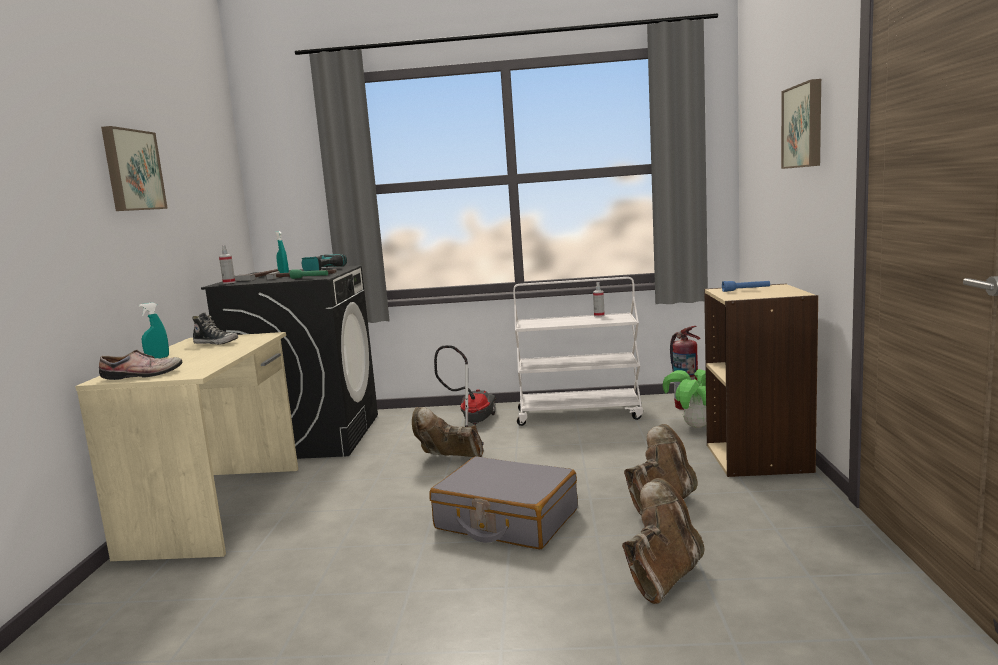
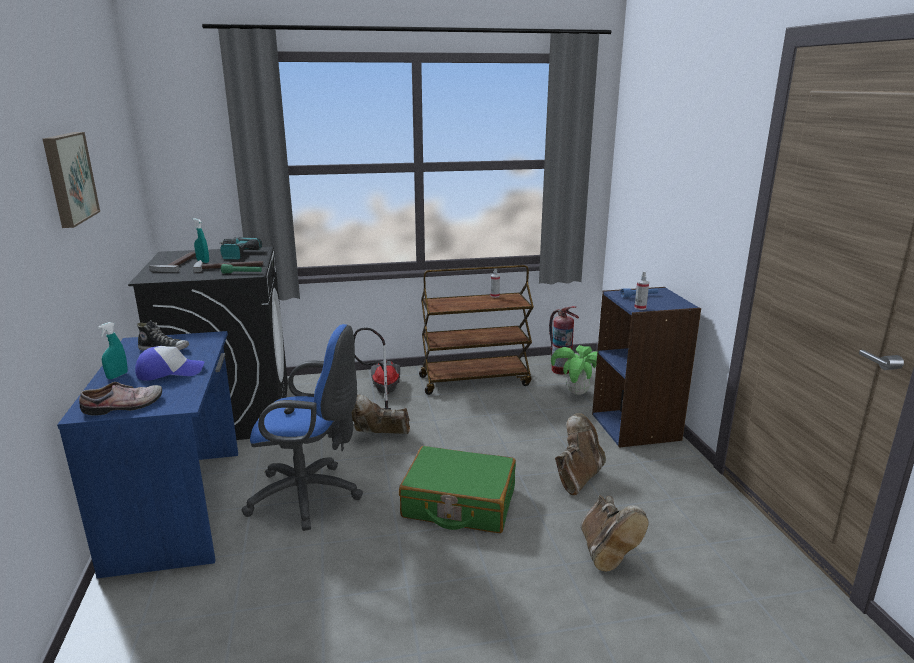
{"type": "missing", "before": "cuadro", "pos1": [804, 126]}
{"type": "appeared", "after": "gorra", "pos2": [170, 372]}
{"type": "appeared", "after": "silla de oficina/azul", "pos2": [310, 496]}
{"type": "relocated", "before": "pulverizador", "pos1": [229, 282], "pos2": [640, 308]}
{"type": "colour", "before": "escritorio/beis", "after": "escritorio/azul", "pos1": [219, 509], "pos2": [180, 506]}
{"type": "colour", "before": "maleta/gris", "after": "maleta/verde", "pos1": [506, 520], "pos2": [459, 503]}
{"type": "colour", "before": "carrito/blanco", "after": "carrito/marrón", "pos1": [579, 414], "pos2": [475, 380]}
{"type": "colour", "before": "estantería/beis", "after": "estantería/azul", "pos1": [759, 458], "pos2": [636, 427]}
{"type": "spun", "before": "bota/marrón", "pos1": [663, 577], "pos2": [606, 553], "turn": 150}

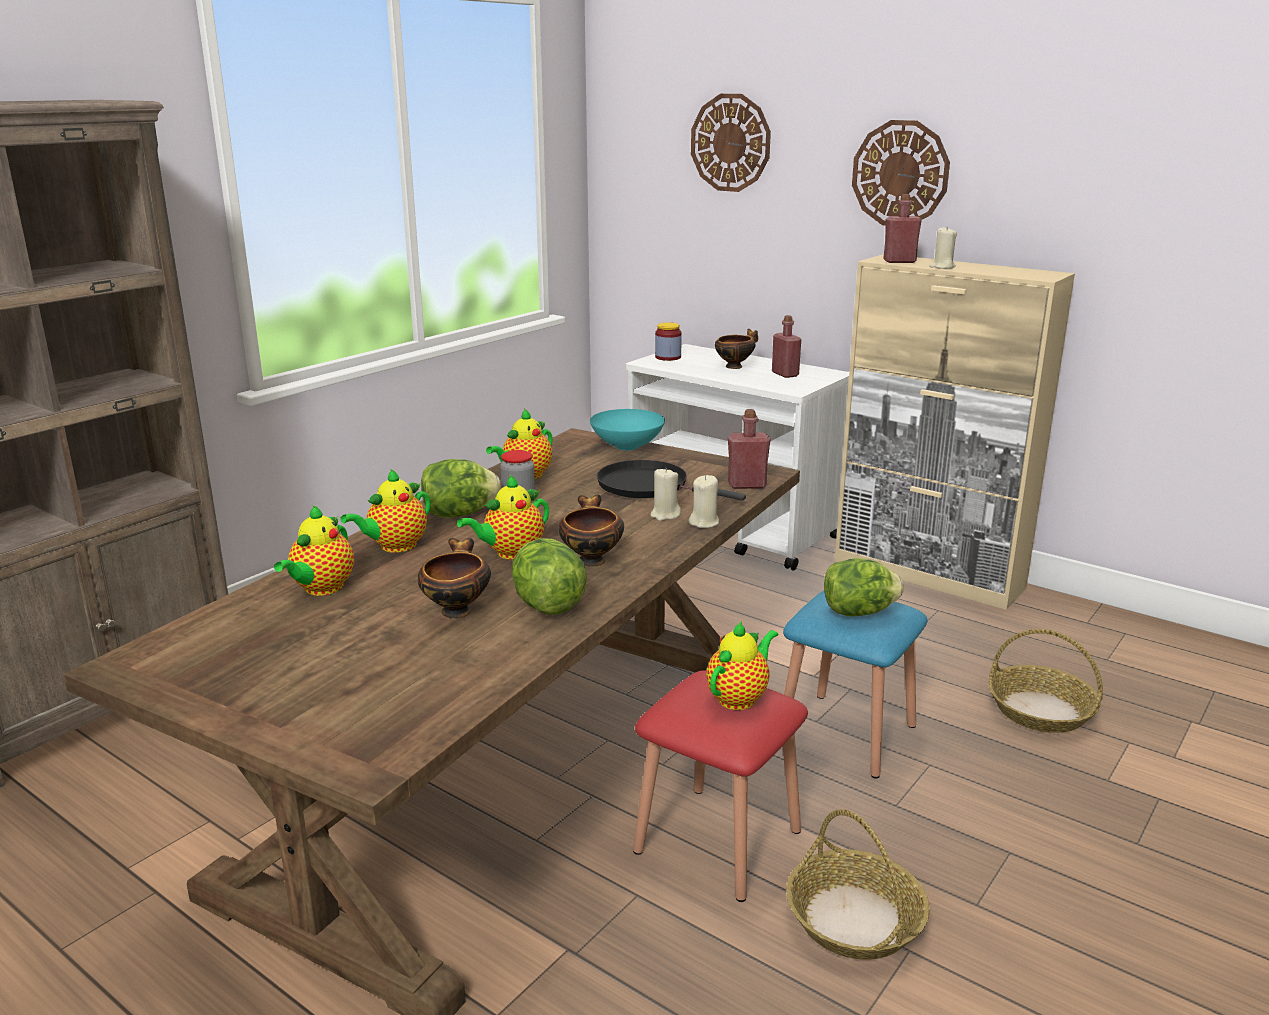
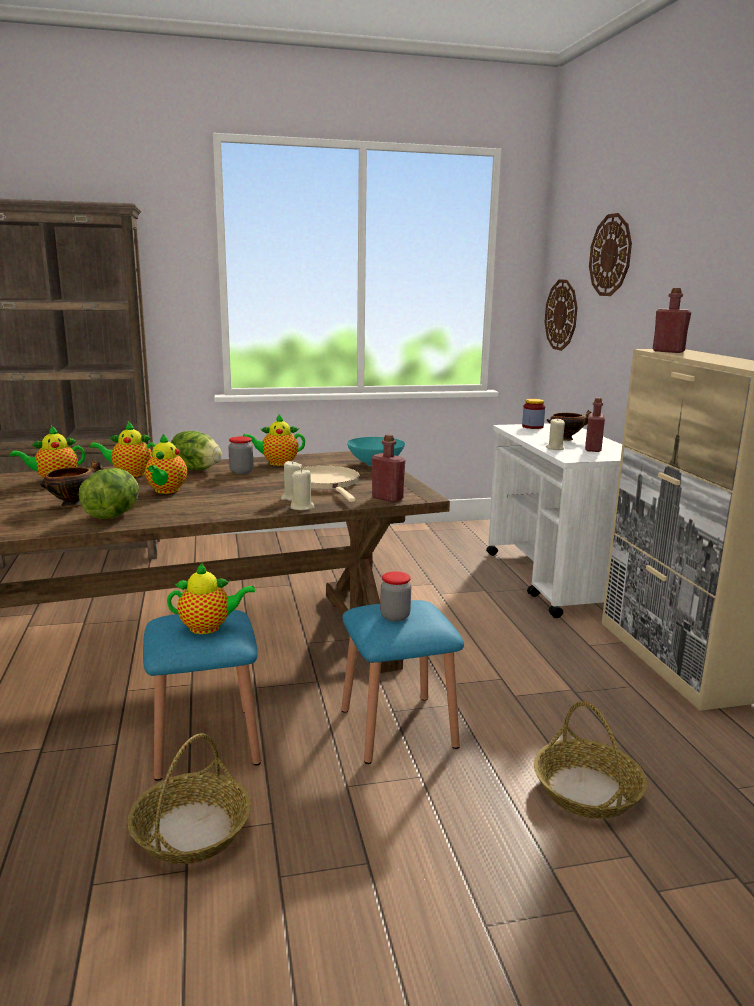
{"type": "missing", "before": "cuenco", "pos1": [591, 559]}
{"type": "relocated", "before": "reloj de pared", "pos1": [900, 174], "pos2": [561, 315]}
{"type": "relocated", "before": "vela/beis", "pos1": [942, 267], "pos2": [554, 448]}
{"type": "exchanged", "before": "lechuga", "after": "tarro", "pos1": [858, 612], "pos2": [395, 616]}
{"type": "colour", "before": "sartén/negro", "after": "sartén/beis", "pos1": [648, 486], "pos2": [327, 483]}
{"type": "colour", "before": "taburete/rojo", "after": "taburete/azul", "pos1": [718, 841], "pos2": [205, 742]}
{"type": "spun", "before": "tetera", "pos1": [510, 553], "pos2": [166, 491], "turn": -90}

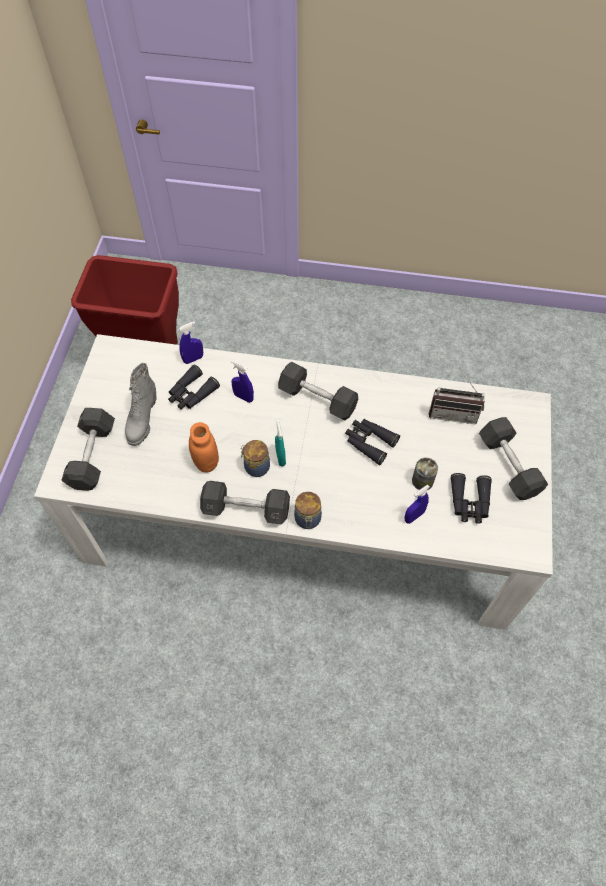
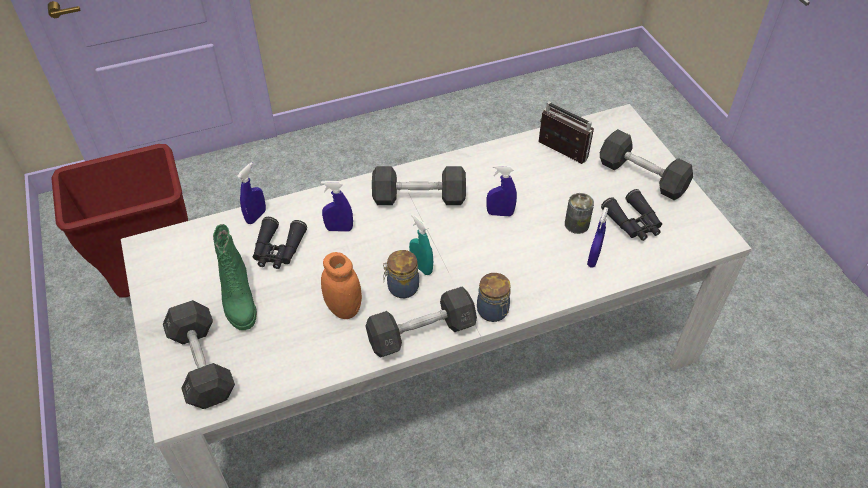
{"type": "exchanged", "before": "prismáticos/negro", "after": "pulverizador/azul", "pos1": [369, 442], "pos2": [500, 213]}
{"type": "colour", "before": "bota/gris", "after": "bota/verde", "pos1": [142, 420], "pos2": [238, 300]}
{"type": "spun", "before": "radio", "pos1": [453, 412], "pos2": [558, 154], "turn": -120}

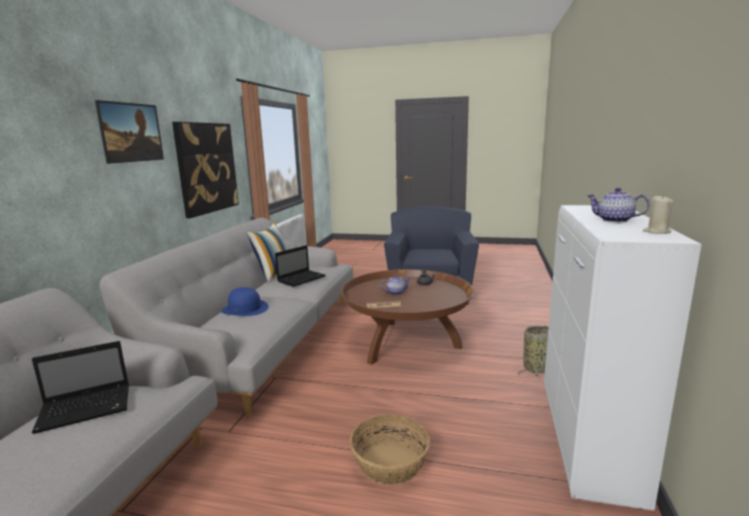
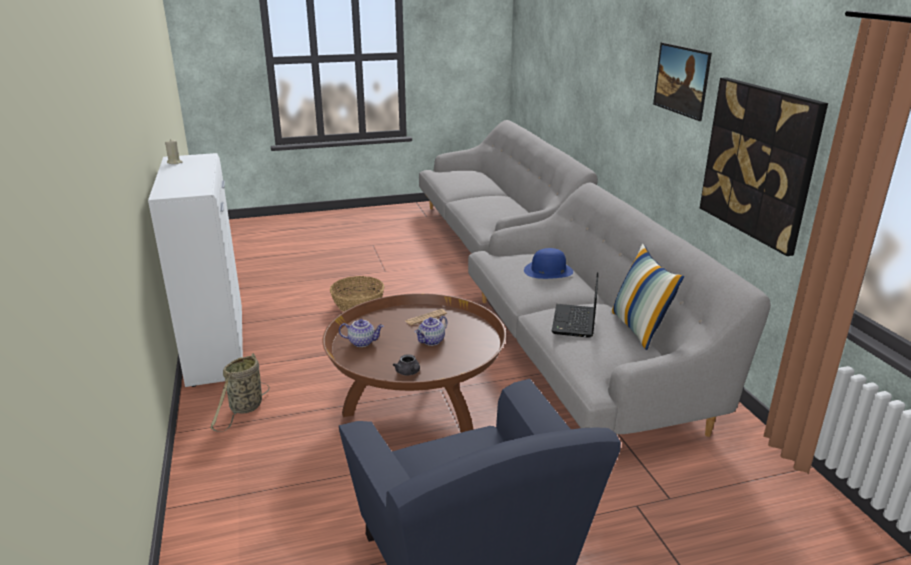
{"type": "missing", "before": "portátil", "pos1": [87, 408]}
{"type": "relocated", "before": "tetera", "pos1": [614, 220], "pos2": [362, 342]}

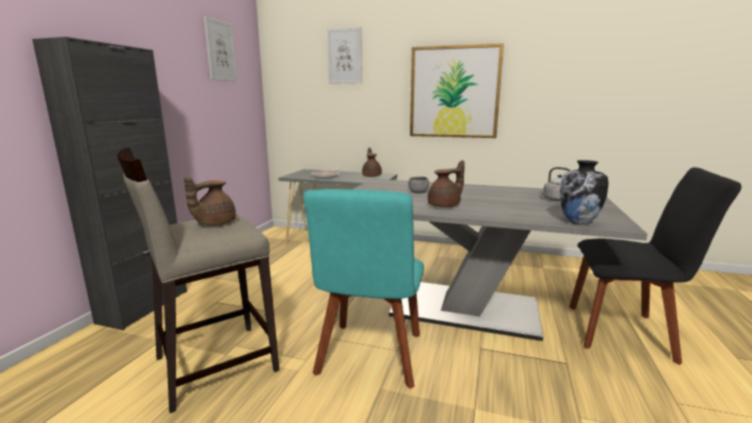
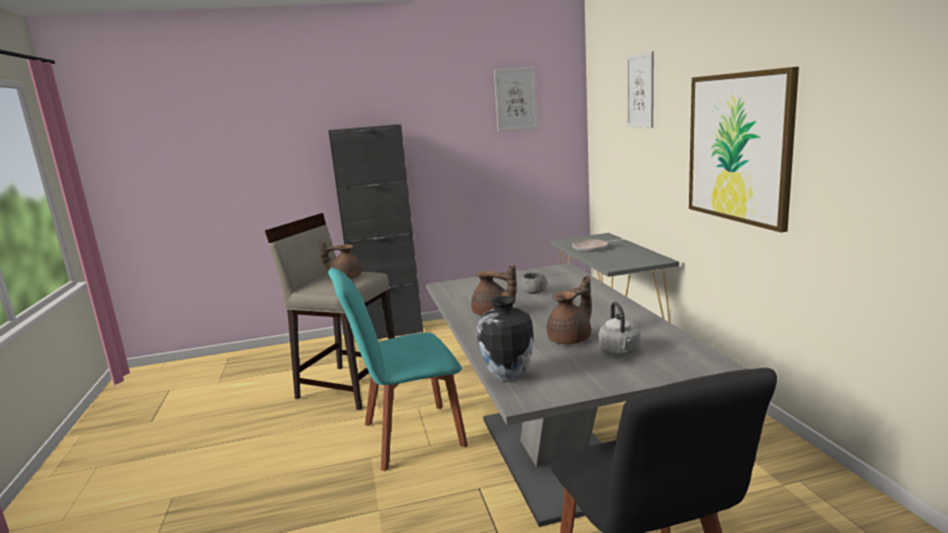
{"type": "relocated", "before": "tetera/marrón", "pos1": [372, 176], "pos2": [571, 339]}

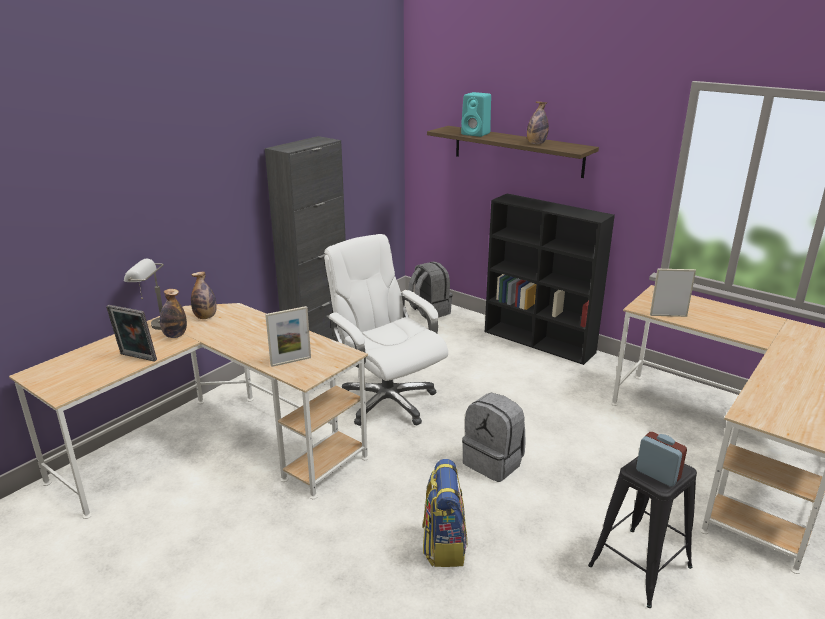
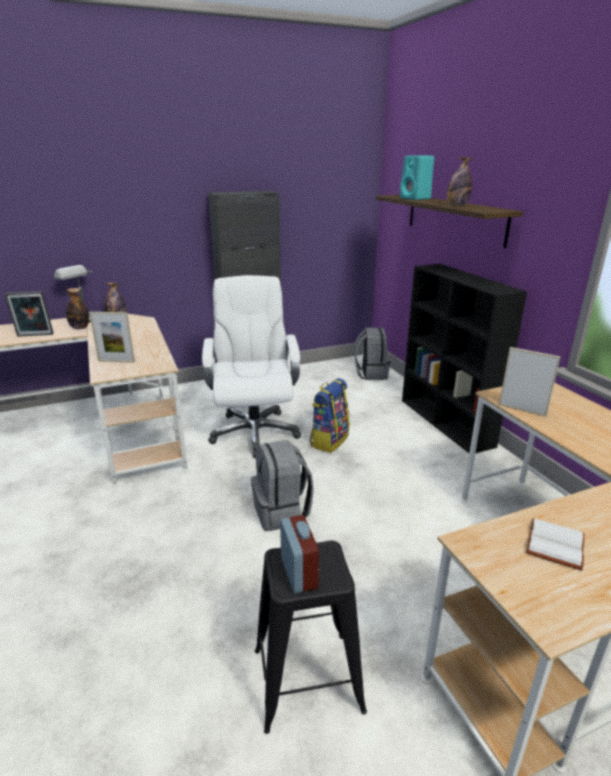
{"type": "appeared", "after": "libro/blanco", "pos2": [557, 546]}
{"type": "relocated", "before": "mochila", "pos1": [443, 545], "pos2": [329, 440]}
{"type": "spun", "before": "portarretratos", "pos1": [136, 358], "pos2": [34, 336], "turn": -60}

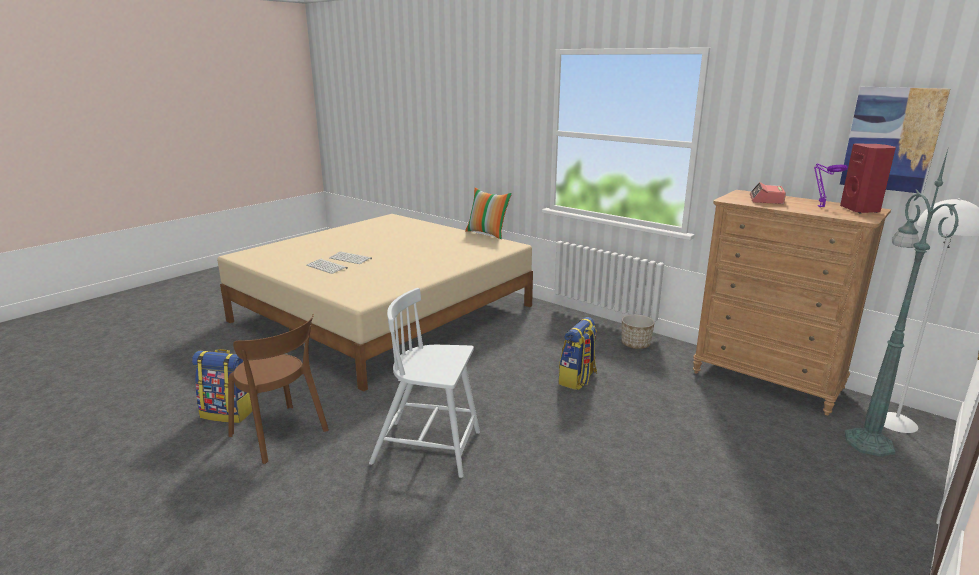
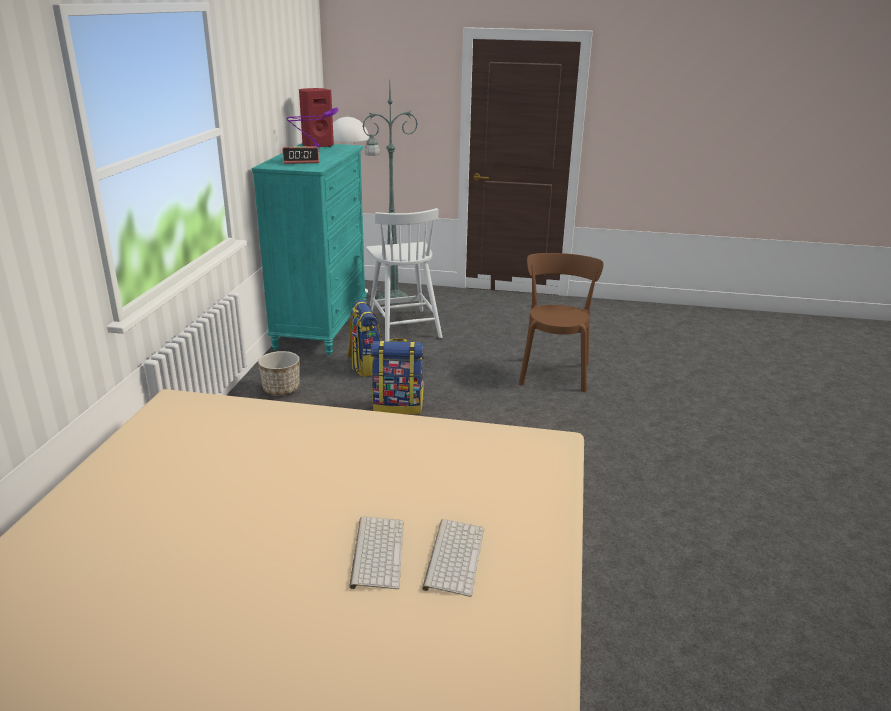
{"type": "missing", "before": "cojín", "pos1": [487, 233]}
{"type": "missing", "before": "cuadro", "pos1": [891, 139]}
{"type": "relocated", "before": "mochila", "pos1": [228, 413], "pos2": [365, 366]}
{"type": "relocated", "before": "silla/marrón", "pos1": [281, 434], "pos2": [554, 372]}
{"type": "relocated", "before": "silla/blanco", "pos1": [429, 448], "pos2": [404, 326]}
{"type": "colour", "before": "cómoda/marrón", "after": "cómoda/turquesa", "pos1": [766, 380], "pos2": [321, 327]}

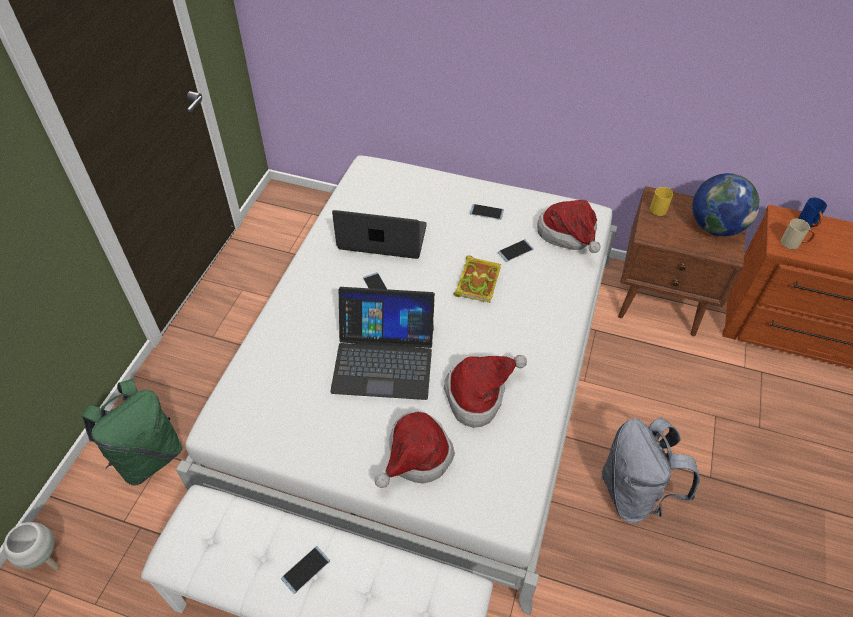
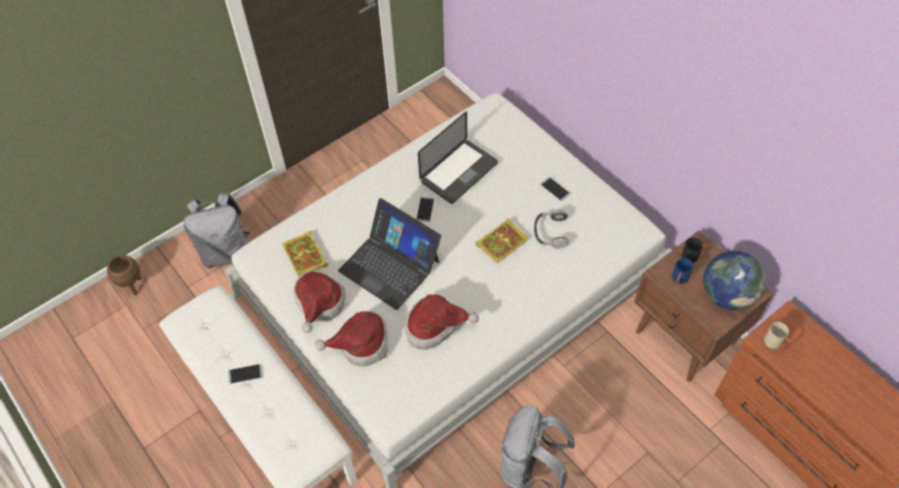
{"type": "appeared", "after": "libro", "pos2": [306, 256]}
{"type": "relocated", "before": "sombrero", "pos1": [569, 236], "pos2": [319, 304]}
{"type": "relocated", "before": "taza grande/azul", "pos1": [808, 224], "pos2": [678, 280]}
{"type": "exchanged", "before": "móvil", "after": "auriculares", "pos1": [515, 251], "pos2": [550, 232]}
{"type": "colour", "before": "maceta/blanco", "after": "maceta/marrón", "pos1": [46, 560], "pos2": [132, 286]}
{"type": "colour", "before": "mochila/verde", "after": "mochila/gris", "pos1": [148, 456], "pos2": [226, 252]}
{"type": "colour", "before": "taza grande/amarillo", "after": "taza grande/negro", "pos1": [660, 209], "pos2": [693, 256]}
{"type": "spun", "before": "portátil", "pos1": [382, 238], "pos2": [459, 172], "turn": 90}

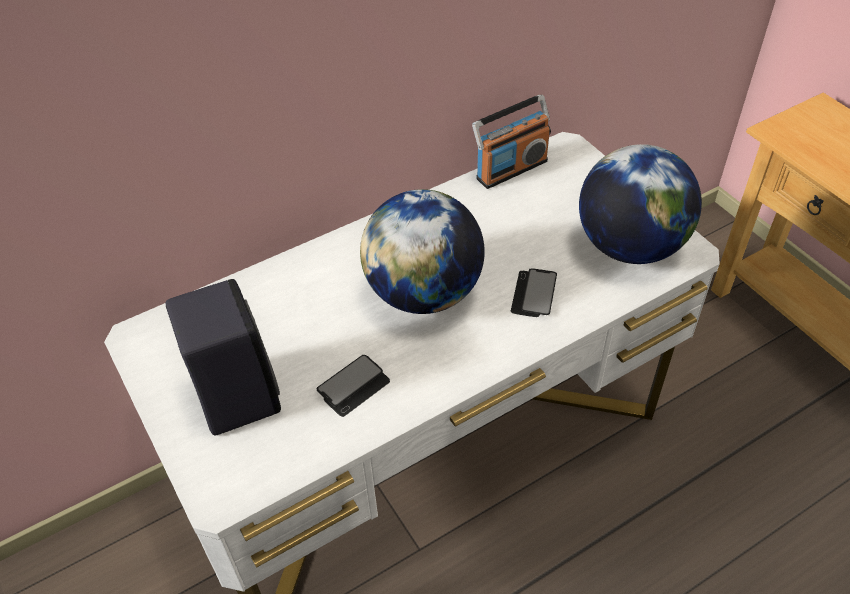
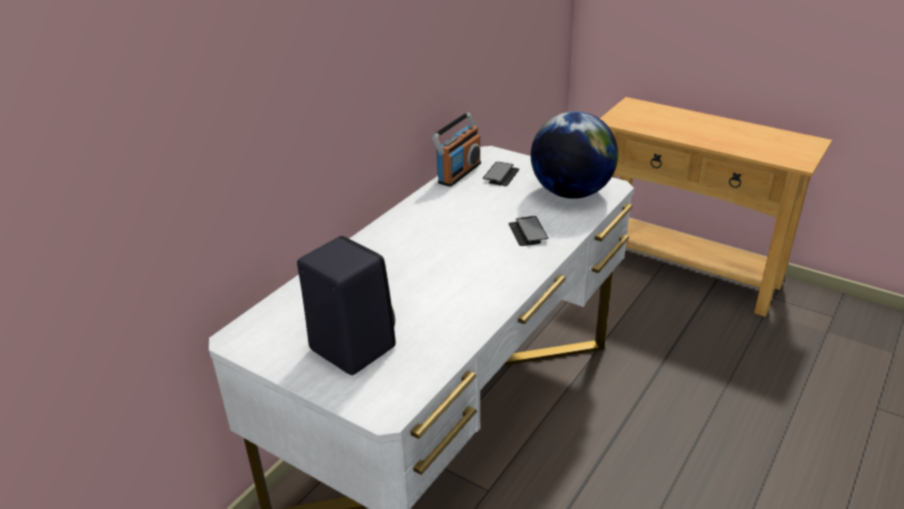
{"type": "missing", "before": "globo terráqueo", "pos1": [423, 293]}
{"type": "relocated", "before": "móvil", "pos1": [353, 386], "pos2": [501, 175]}

